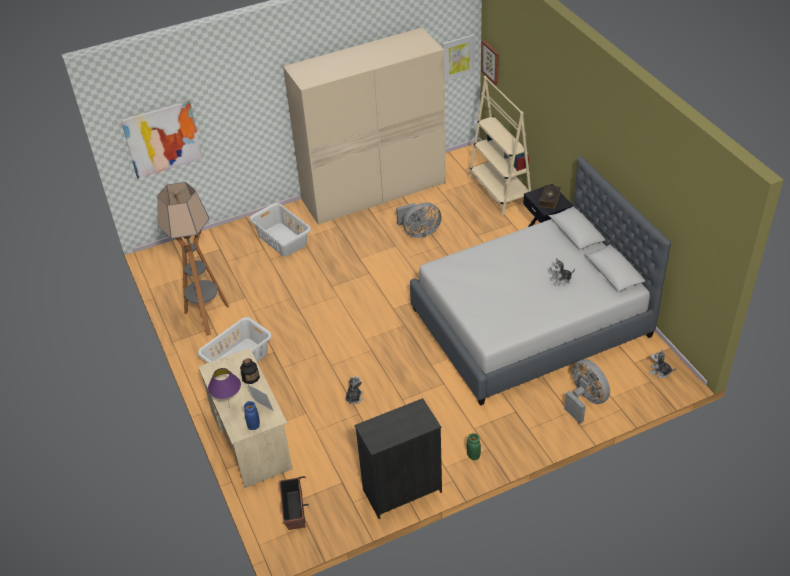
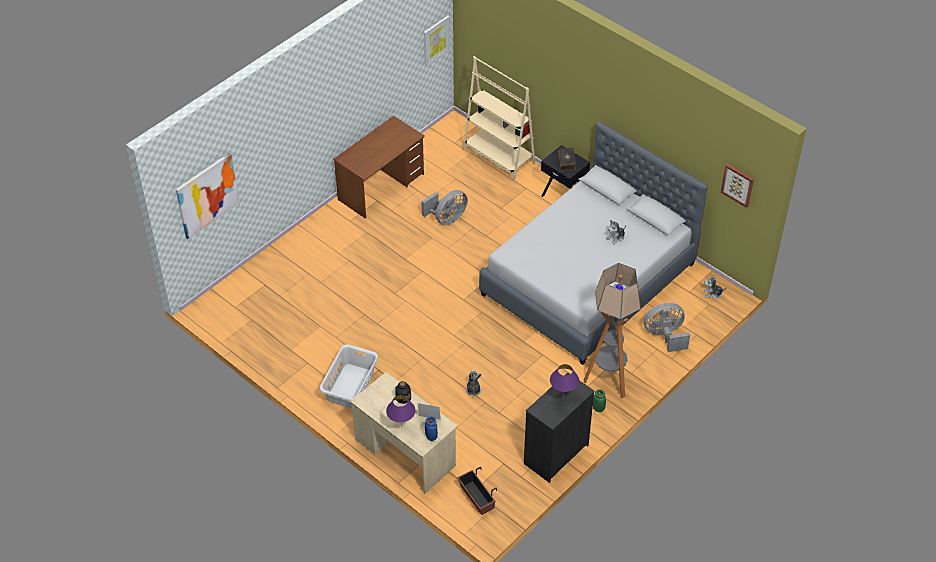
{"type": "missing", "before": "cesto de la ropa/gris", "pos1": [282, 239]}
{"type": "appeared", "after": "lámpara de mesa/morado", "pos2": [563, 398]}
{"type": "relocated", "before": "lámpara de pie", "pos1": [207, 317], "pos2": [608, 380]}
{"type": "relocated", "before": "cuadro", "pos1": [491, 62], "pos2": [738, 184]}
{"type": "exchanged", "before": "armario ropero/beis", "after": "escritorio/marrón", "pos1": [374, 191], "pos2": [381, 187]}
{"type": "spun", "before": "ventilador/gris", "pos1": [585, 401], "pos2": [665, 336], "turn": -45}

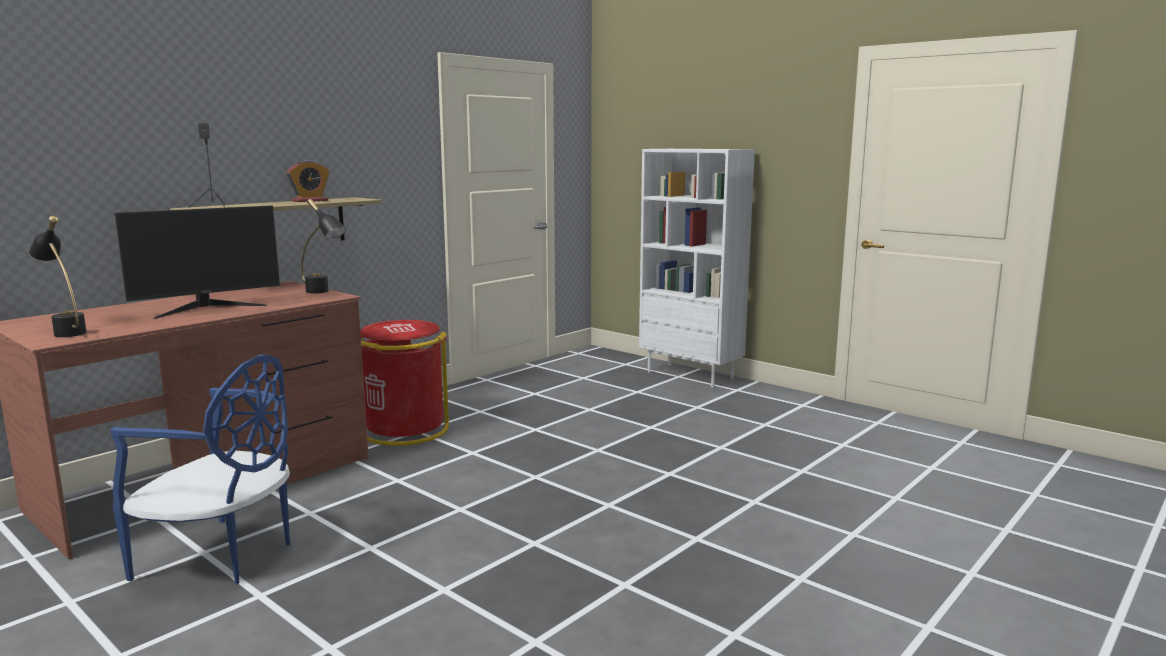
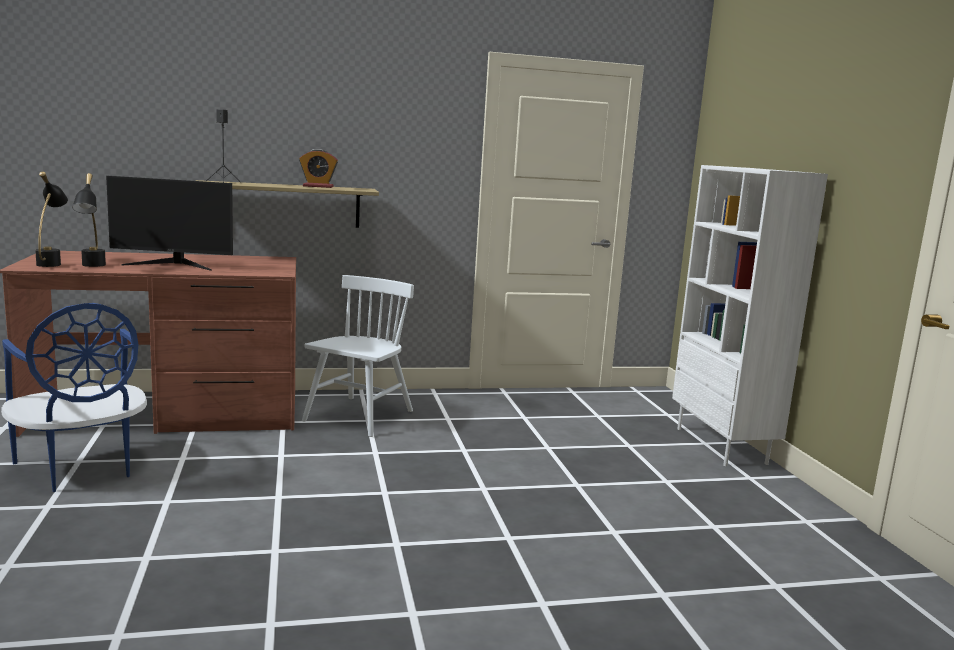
{"type": "relocated", "before": "lámpara de mesa/negro", "pos1": [323, 292], "pos2": [92, 266]}
{"type": "exchanged", "before": "papelera/rojo", "after": "silla/blanco", "pos1": [404, 431], "pos2": [359, 416]}

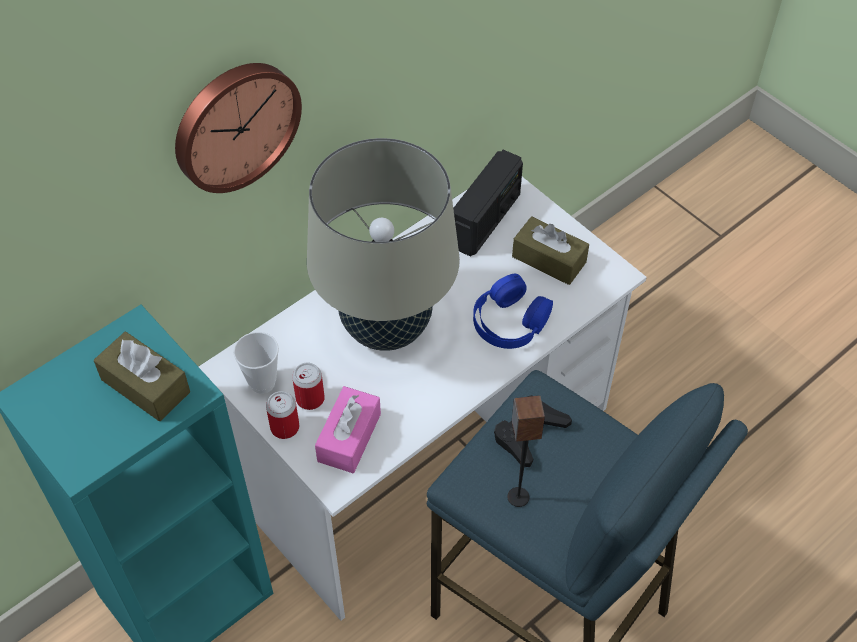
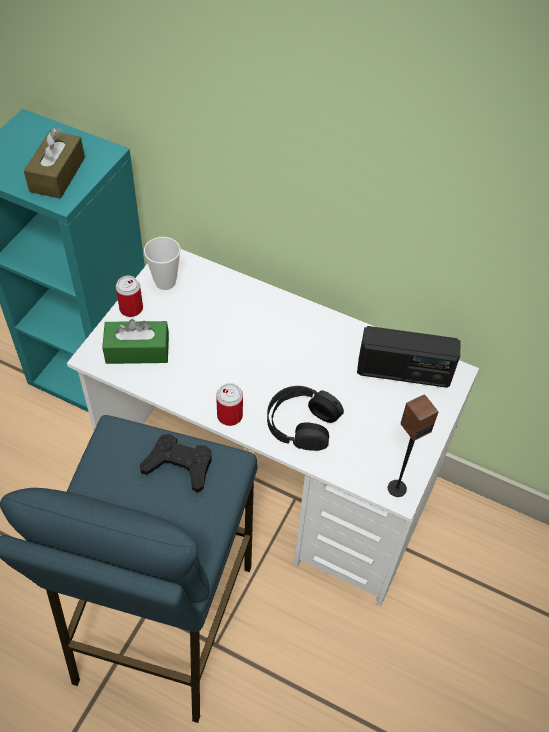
{"type": "missing", "before": "reloj de pared", "pos1": [234, 124]}
{"type": "missing", "before": "lámpara de mesa/beis", "pos1": [386, 327]}
{"type": "missing", "before": "caja de pañuelos/marrón", "pos1": [549, 259]}
{"type": "relocated", "before": "lata", "pos1": [310, 398], "pos2": [229, 415]}
{"type": "relocated", "before": "altavoz", "pos1": [517, 497], "pos2": [396, 488]}
{"type": "colour", "before": "caja de pañuelos/rosa", "after": "caja de pañuelos/verde", "pos1": [349, 437], "pos2": [137, 350]}
{"type": "colour", "before": "auriculares/azul", "after": "auriculares/negro", "pos1": [510, 321], "pos2": [302, 423]}

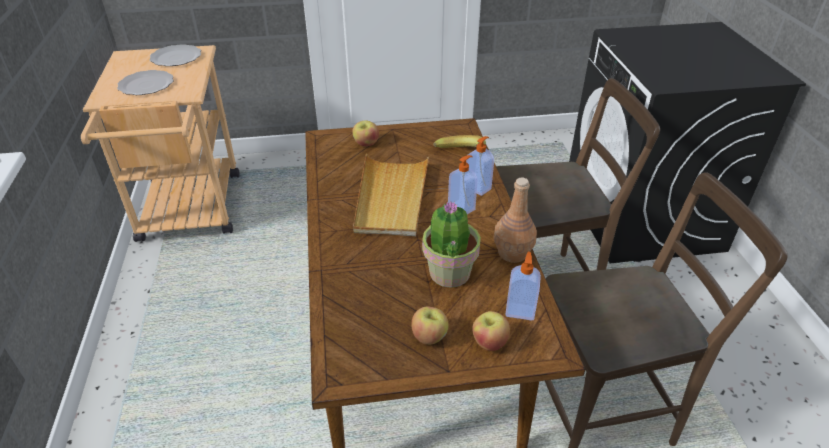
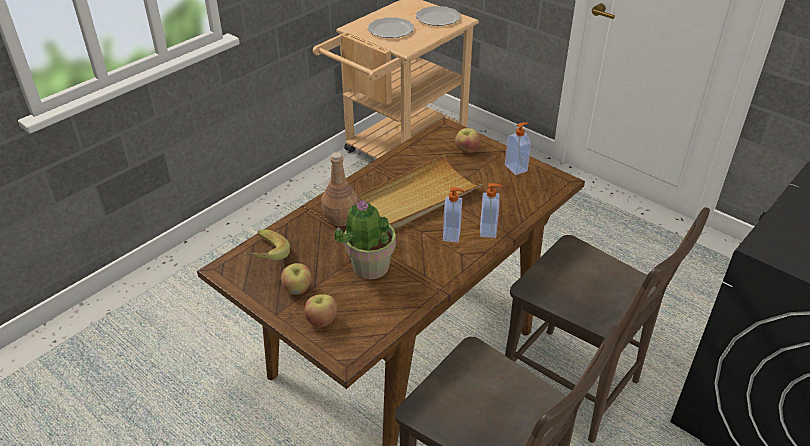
{"type": "relocated", "before": "plátano", "pos1": [460, 156], "pos2": [264, 257]}
{"type": "relocated", "before": "botella/marrón", "pos1": [512, 253], "pos2": [340, 218]}
{"type": "relocated", "before": "dispensador de jabón", "pos1": [520, 310], "pos2": [516, 168]}

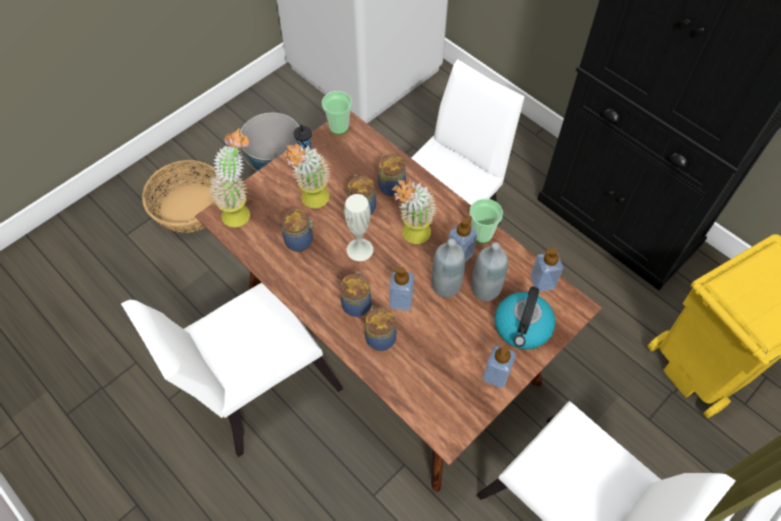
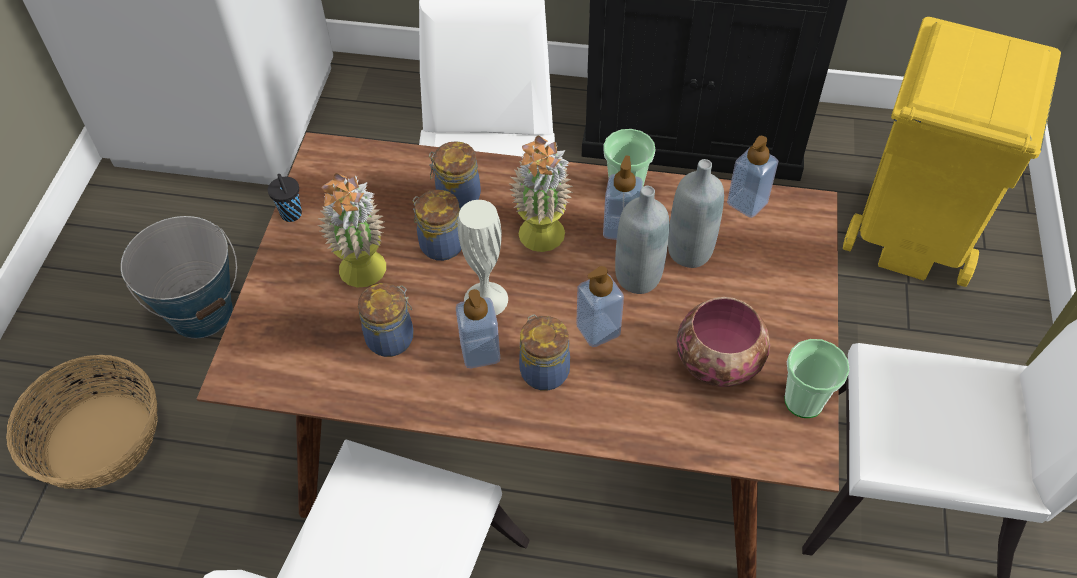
{"type": "missing", "before": "planta en maceta", "pos1": [241, 210]}
{"type": "missing", "before": "tarro", "pos1": [380, 337]}
{"type": "missing", "before": "hervidor", "pos1": [522, 328]}
{"type": "appeared", "after": "cuenco", "pos2": [719, 362]}
{"type": "relocated", "before": "taza", "pos1": [339, 127], "pos2": [804, 401]}
{"type": "relocated", "before": "dispensador de jabón", "pos1": [496, 375], "pos2": [480, 352]}

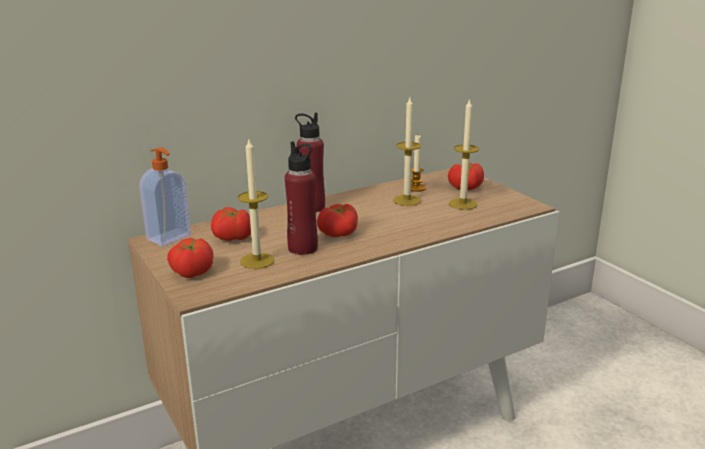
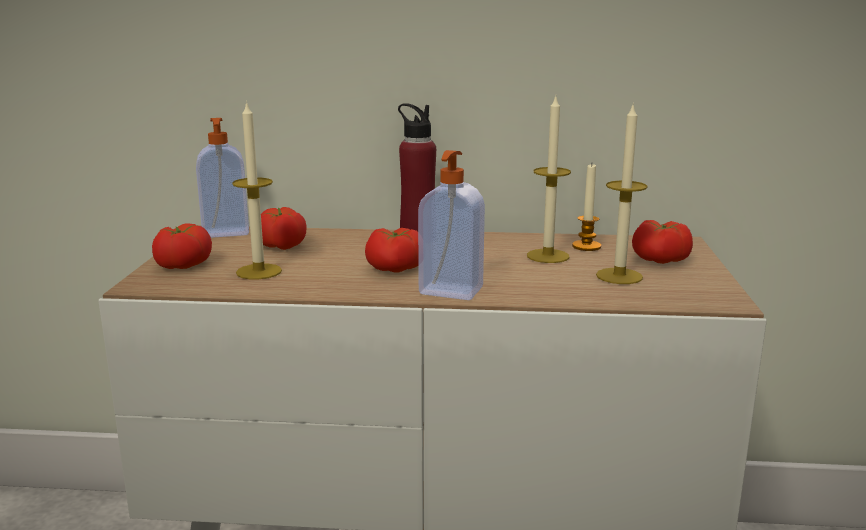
{"type": "missing", "before": "botella/rojo", "pos1": [303, 248]}
{"type": "appeared", "after": "dispensador de jabón", "pos2": [450, 292]}

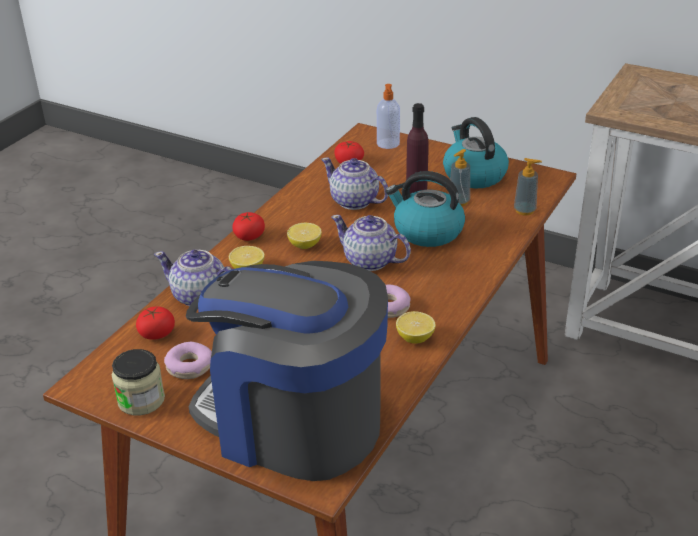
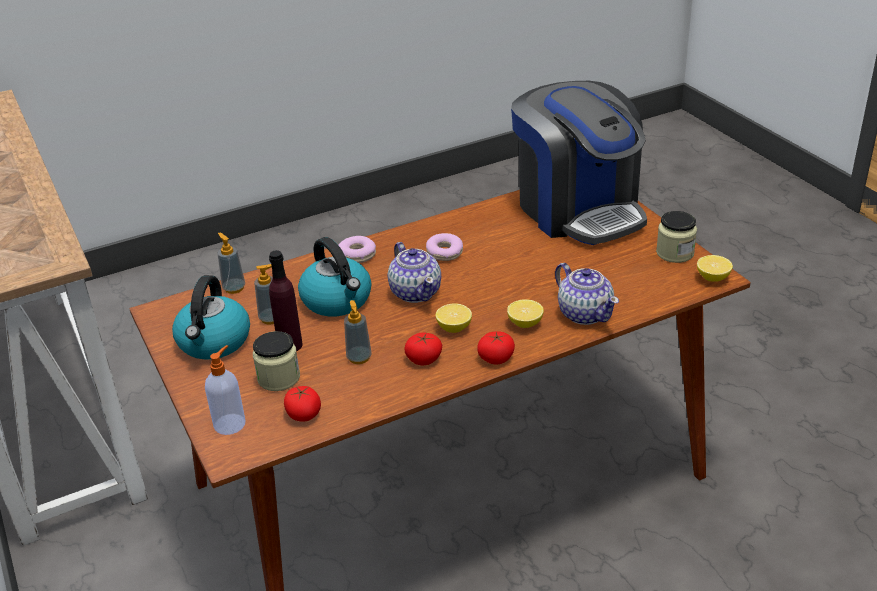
{"type": "appeared", "after": "tarro", "pos2": [279, 378]}
{"type": "relocated", "before": "tomate", "pos1": [157, 333], "pos2": [424, 359]}
{"type": "relocated", "before": "rosquilla", "pos1": [190, 367], "pos2": [357, 255]}
{"type": "relocated", "before": "limón", "pos1": [415, 338], "pos2": [713, 278]}
{"type": "exchanged", "before": "tetera", "after": "dispensador de jabón", "pos1": [354, 201], "pos2": [359, 358]}

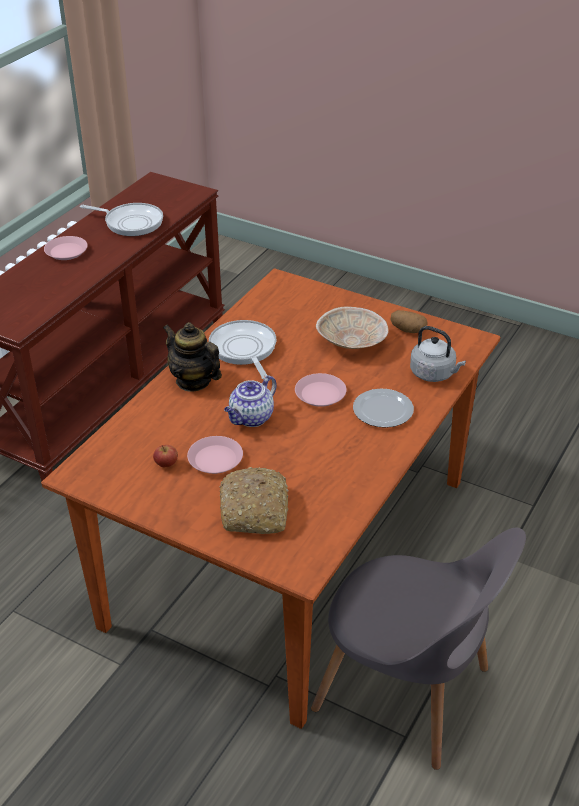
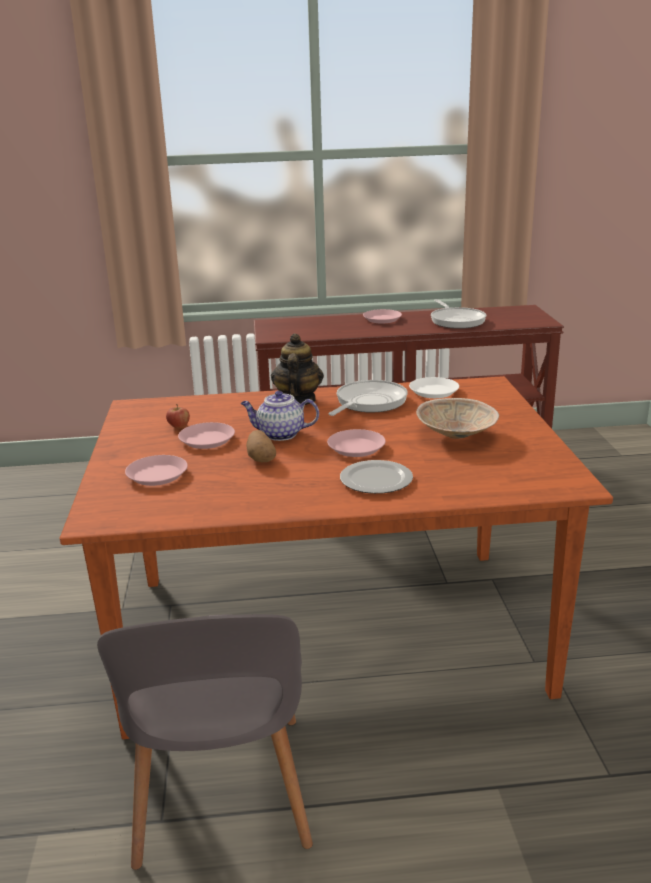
{"type": "missing", "before": "hervidor/gris", "pos1": [434, 374]}
{"type": "appeared", "after": "plato/blanco", "pos2": [433, 391]}
{"type": "relocated", "before": "patata", "pos1": [407, 330], "pos2": [261, 458]}
{"type": "exchanged", "before": "pan", "after": "plato/rosa", "pos1": [255, 510], "pos2": [157, 475]}

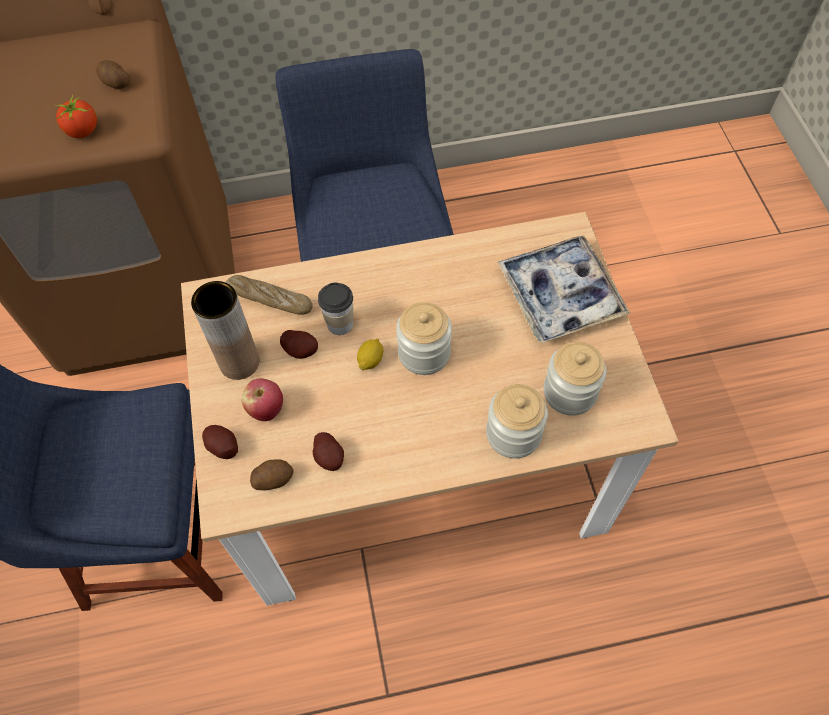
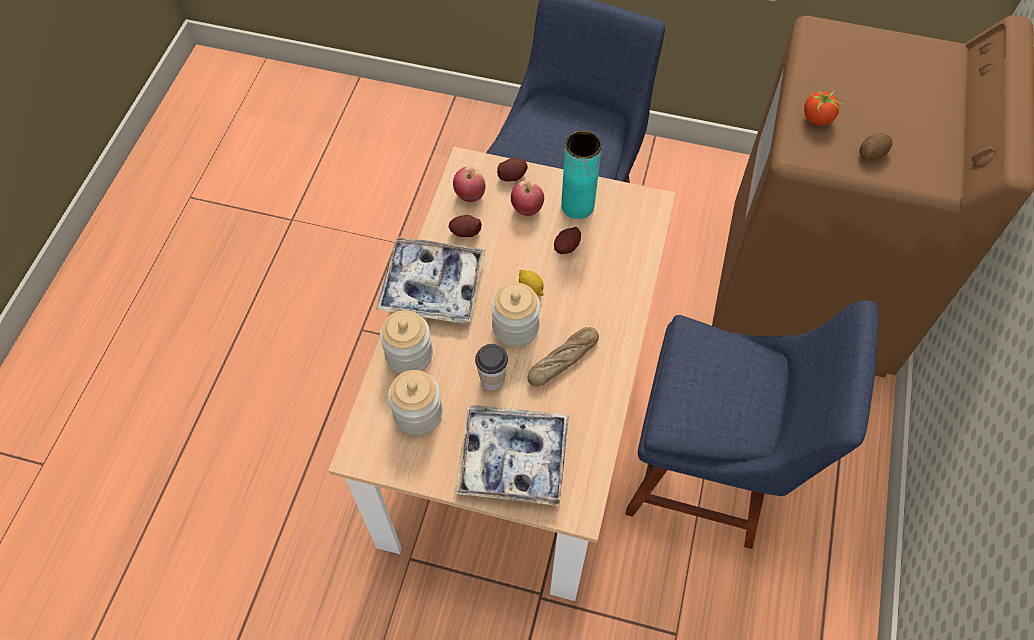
{"type": "appeared", "after": "bandeja", "pos2": [432, 286]}
{"type": "relocated", "before": "pan", "pos1": [269, 299], "pos2": [563, 360]}
{"type": "relocated", "before": "taza", "pos1": [340, 324], "pos2": [492, 379]}
{"type": "exchanged", "before": "patata", "after": "manzana", "pos1": [273, 479], "pos2": [470, 195]}
{"type": "colour", "before": "florero/marrón", "after": "florero/turquesa", "pos1": [239, 362], "pos2": [577, 206]}

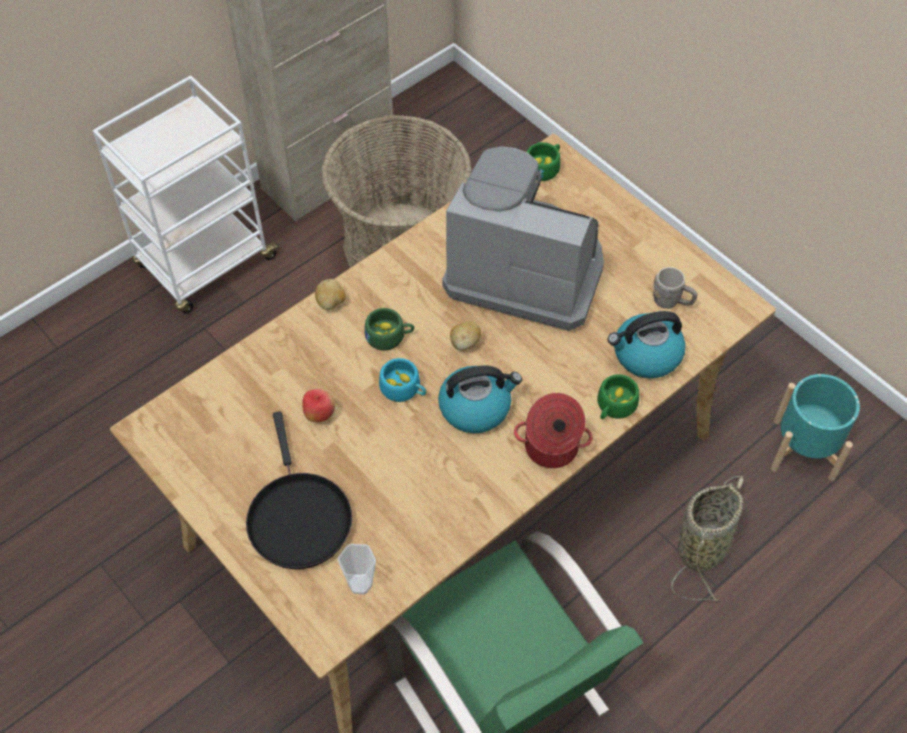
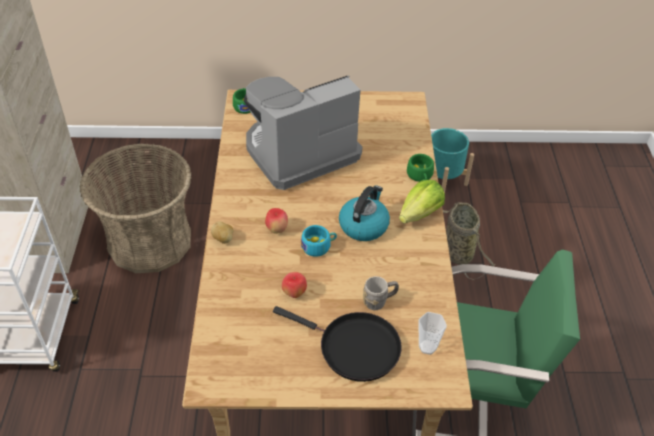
{"type": "missing", "before": "patata", "pos1": [465, 343]}
{"type": "missing", "before": "hervidor", "pos1": [645, 355]}
{"type": "relocated", "before": "taza grande/gris", "pos1": [671, 302], "pos2": [379, 301]}
{"type": "exchanged", "before": "taza/verde", "after": "manzana", "pos1": [389, 336], "pos2": [277, 229]}
{"type": "exchanged", "before": "olla", "after": "lechuga", "pos1": [551, 448], "pos2": [420, 214]}

